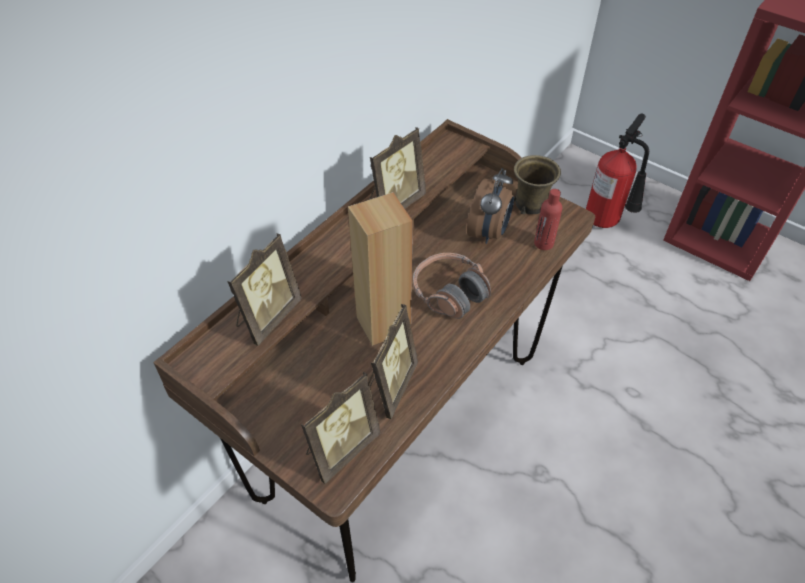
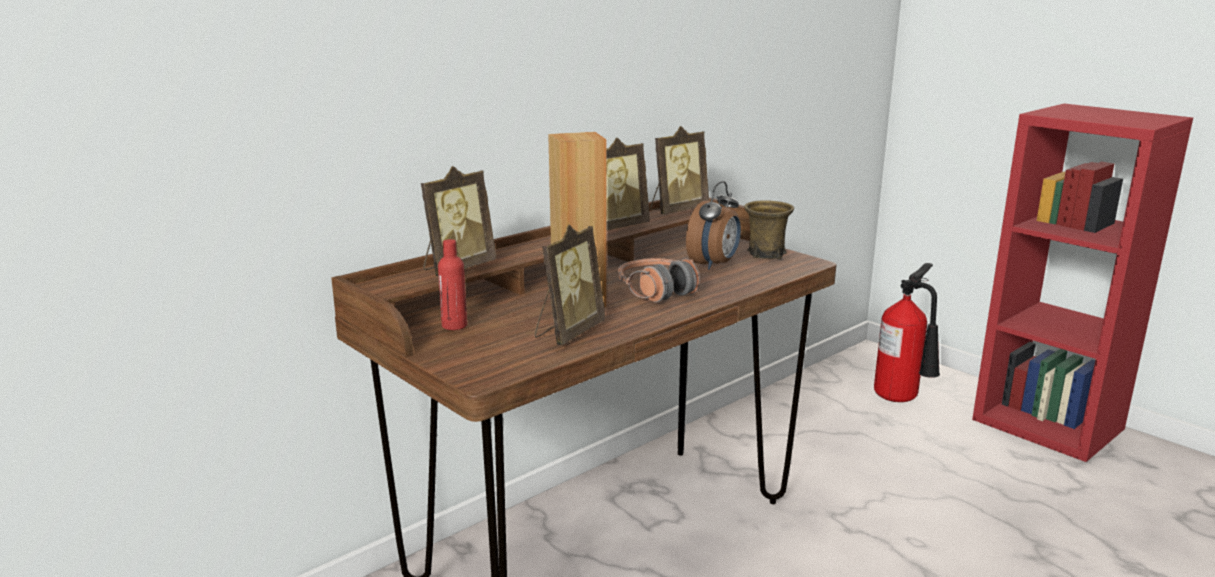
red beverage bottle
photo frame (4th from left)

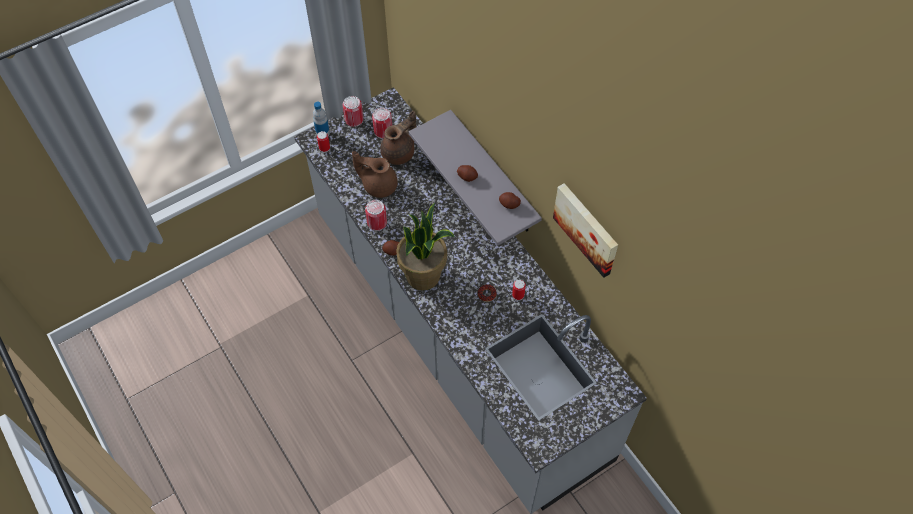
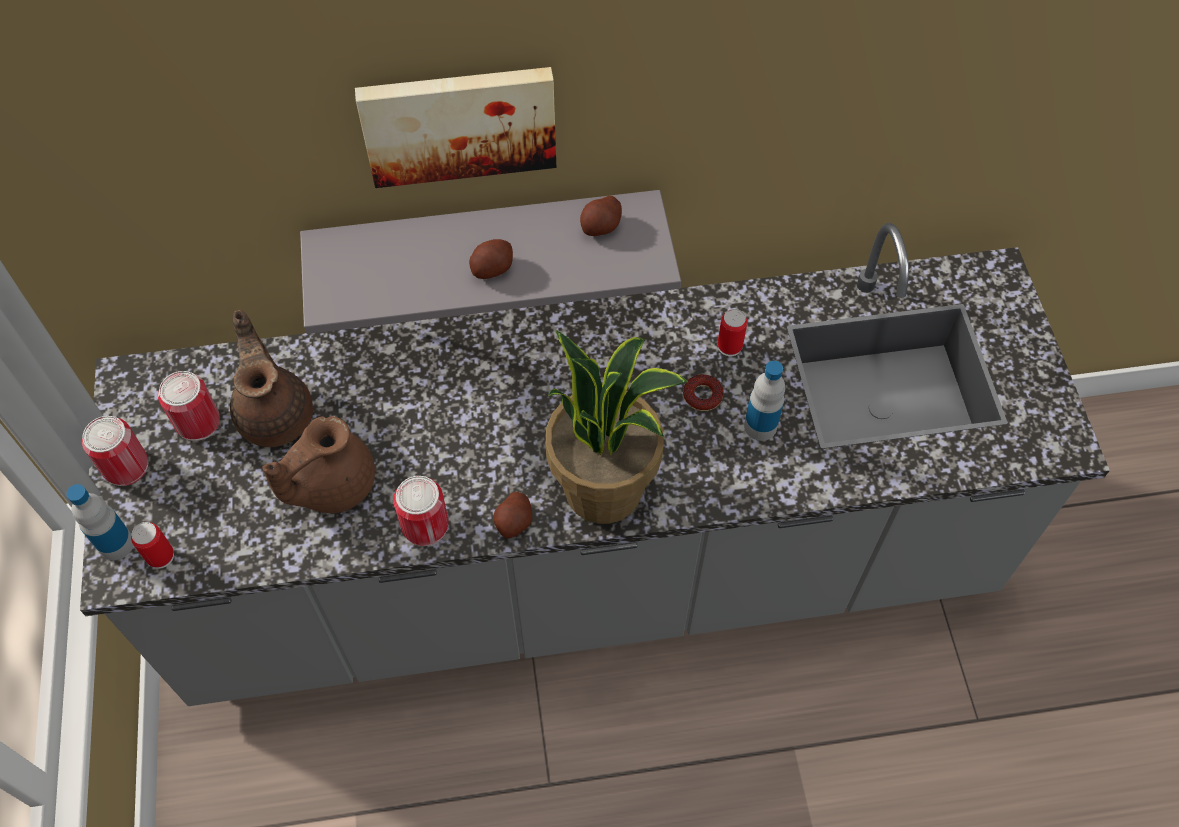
wall art
beverage bottle (2nd from left)

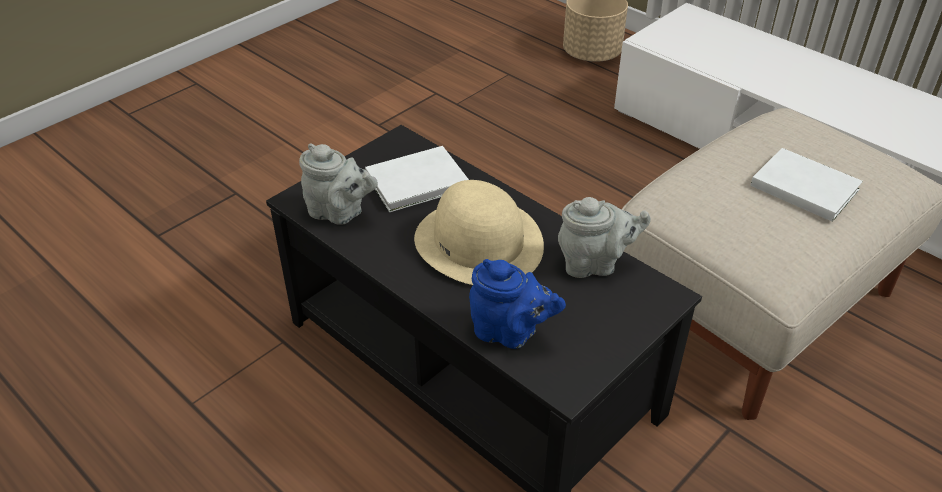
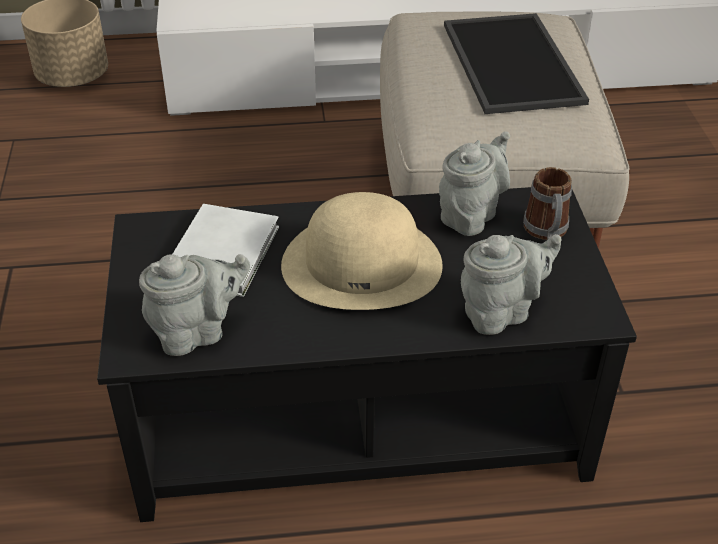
serving tray
greyish tea pot (3rd from left)
coffee mug

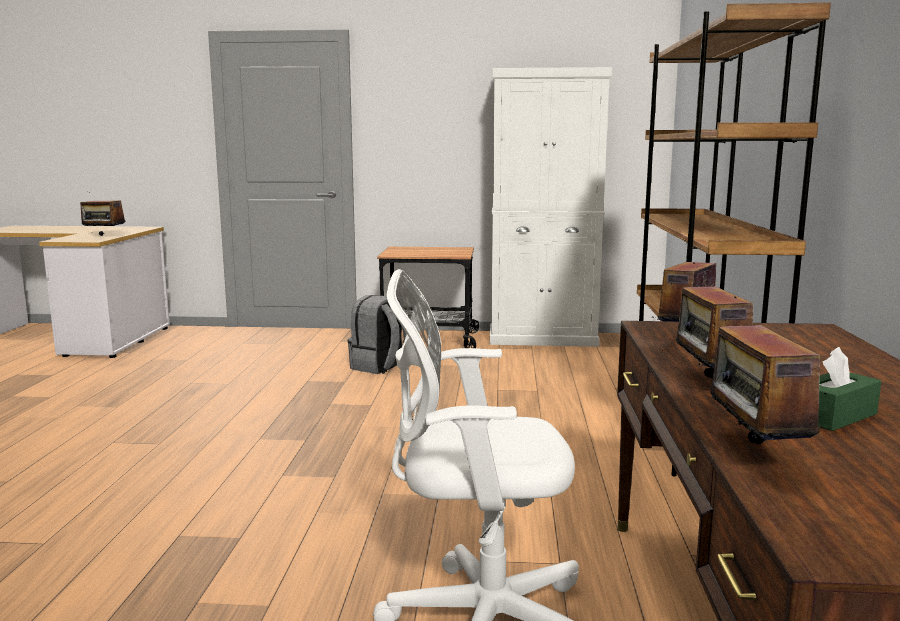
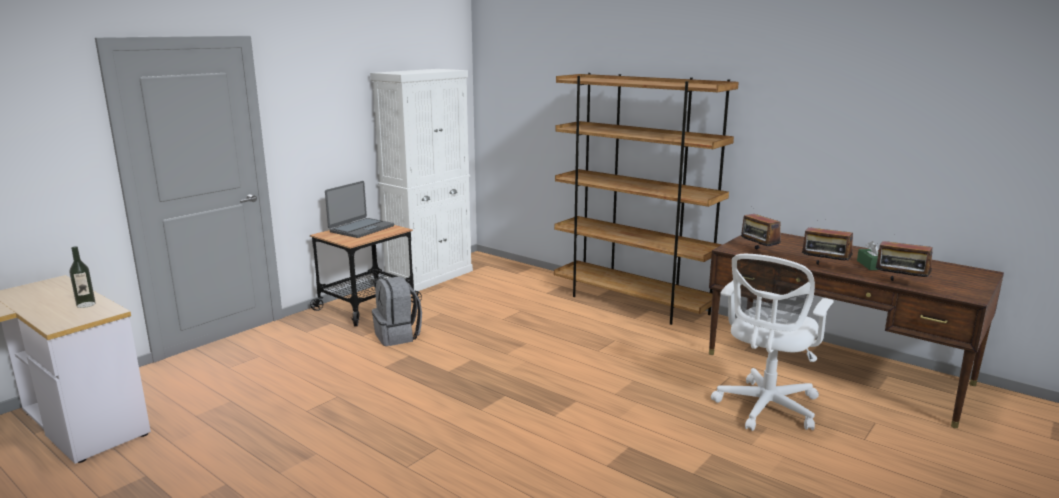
beverage bottle
portable computer

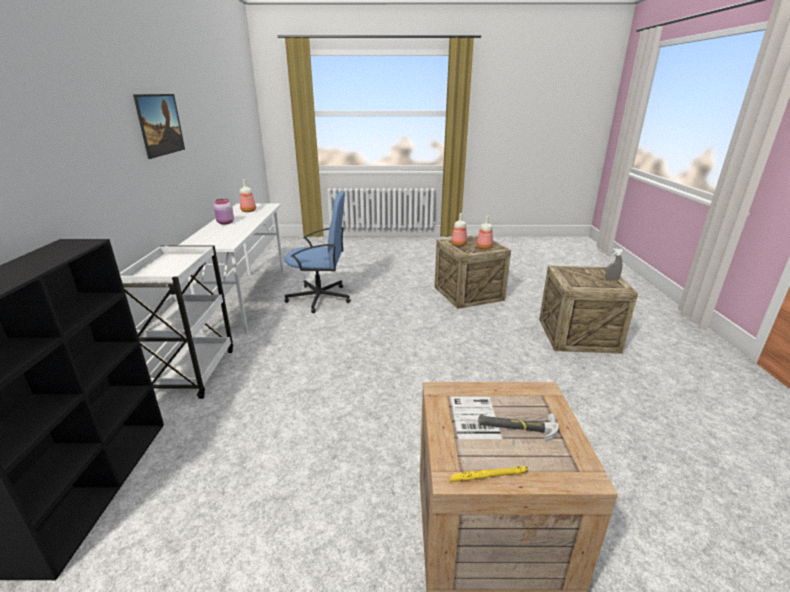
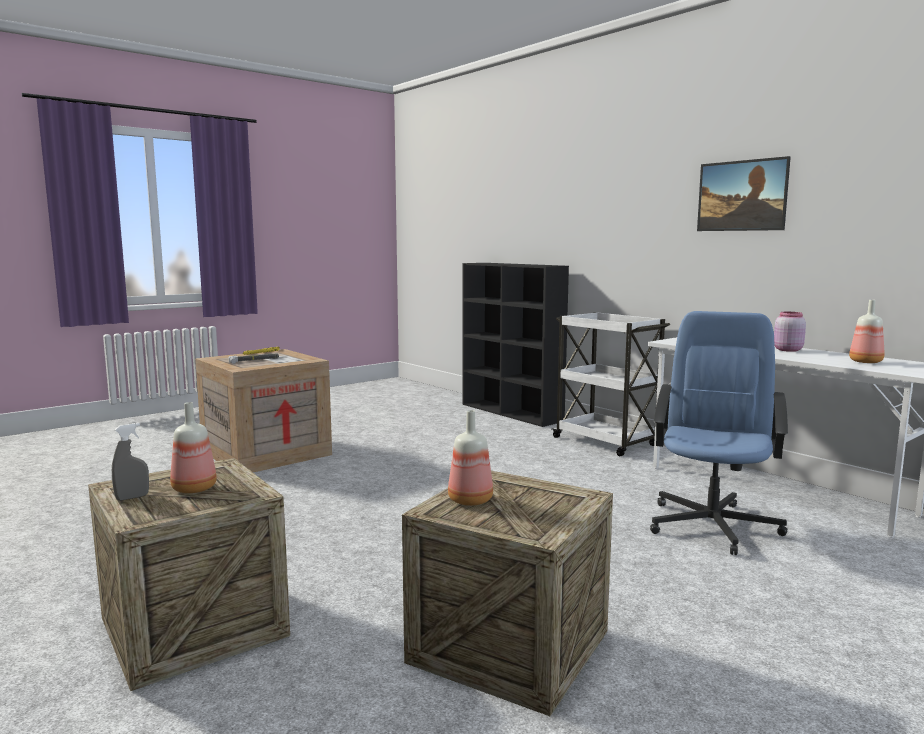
bluish office chair
beverage bottle (1st from left)

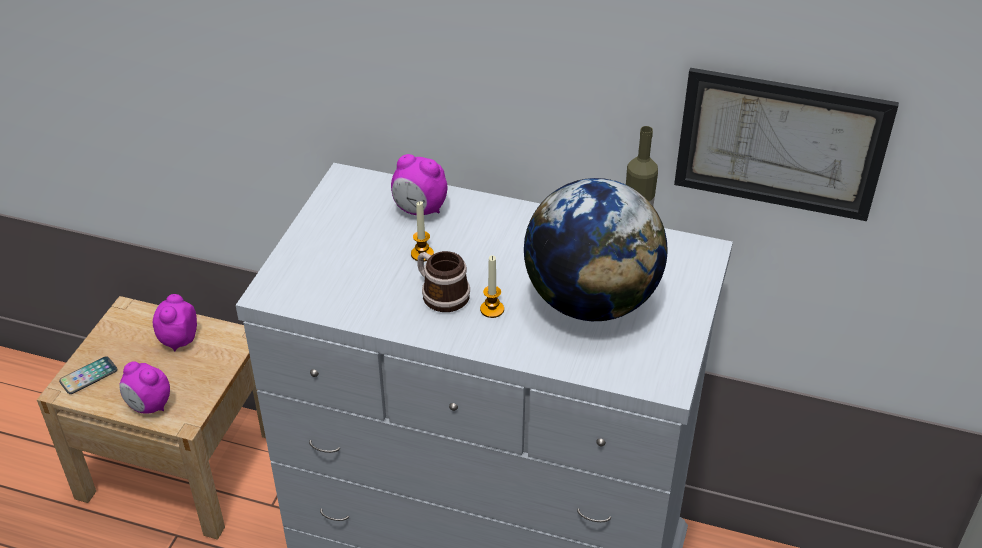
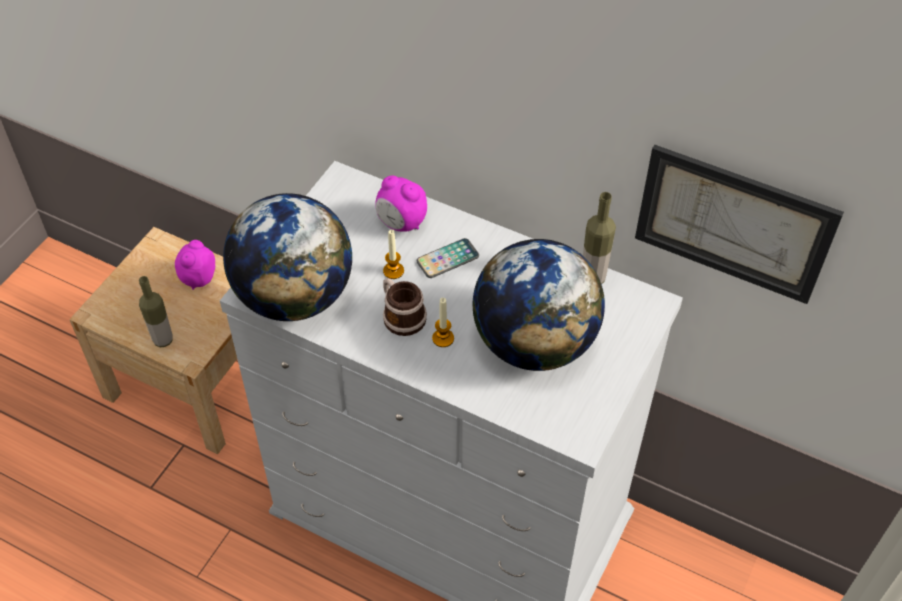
handset
beverage bottle (1st from left)
globe (1st from left)

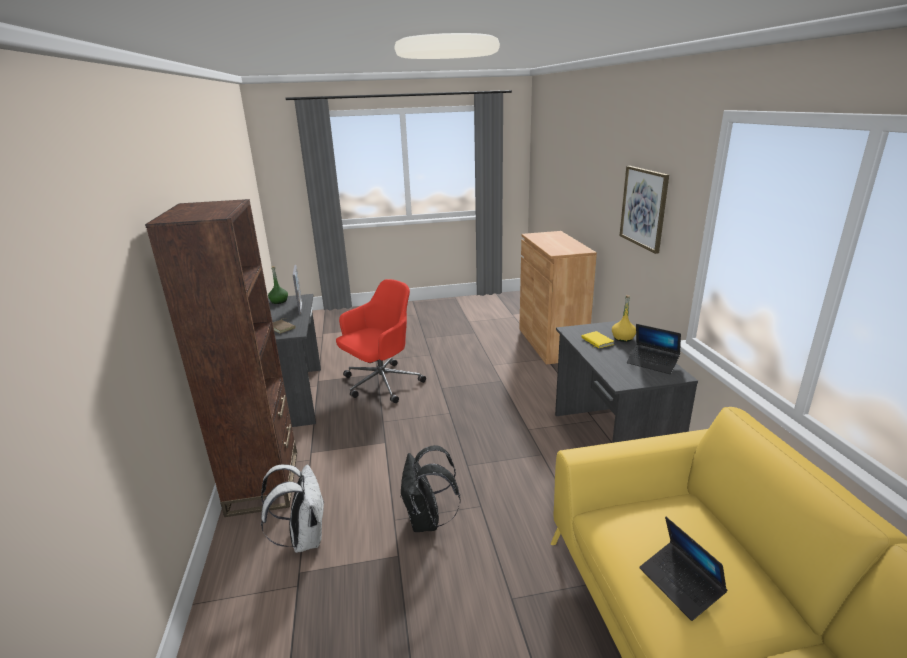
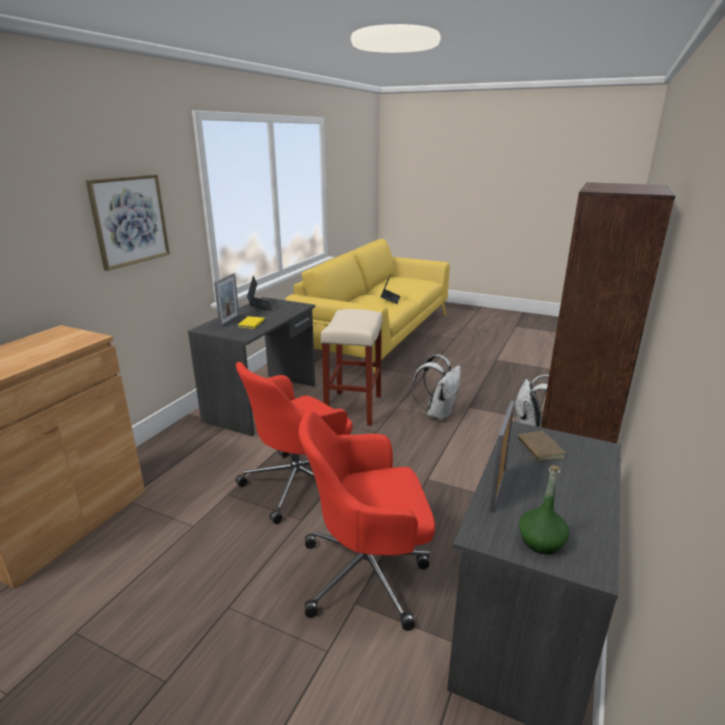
photo frame (1st from left)
white knapsack (1st from left)
sand-coloured stool seat
red office chair (1st from left)

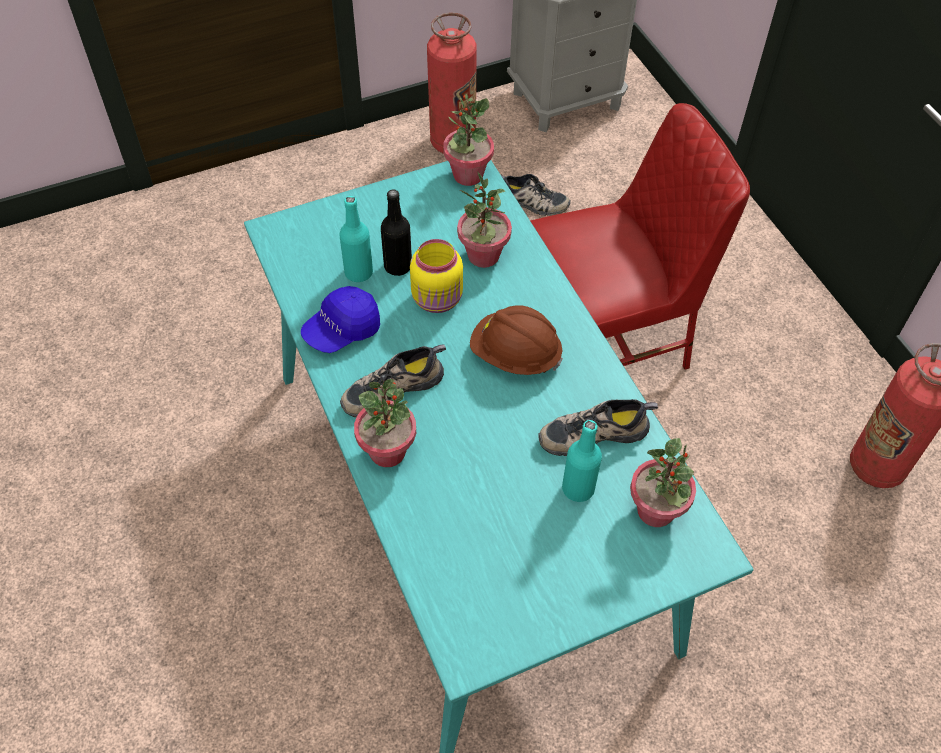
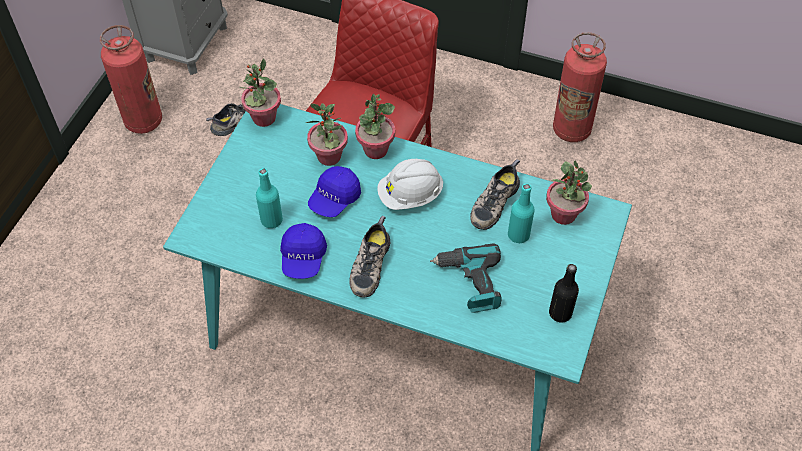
black-coloured beverage bottle
bluish cap (2nd from left)
white work helmet
plant in a pot (3rd from left)
power drill

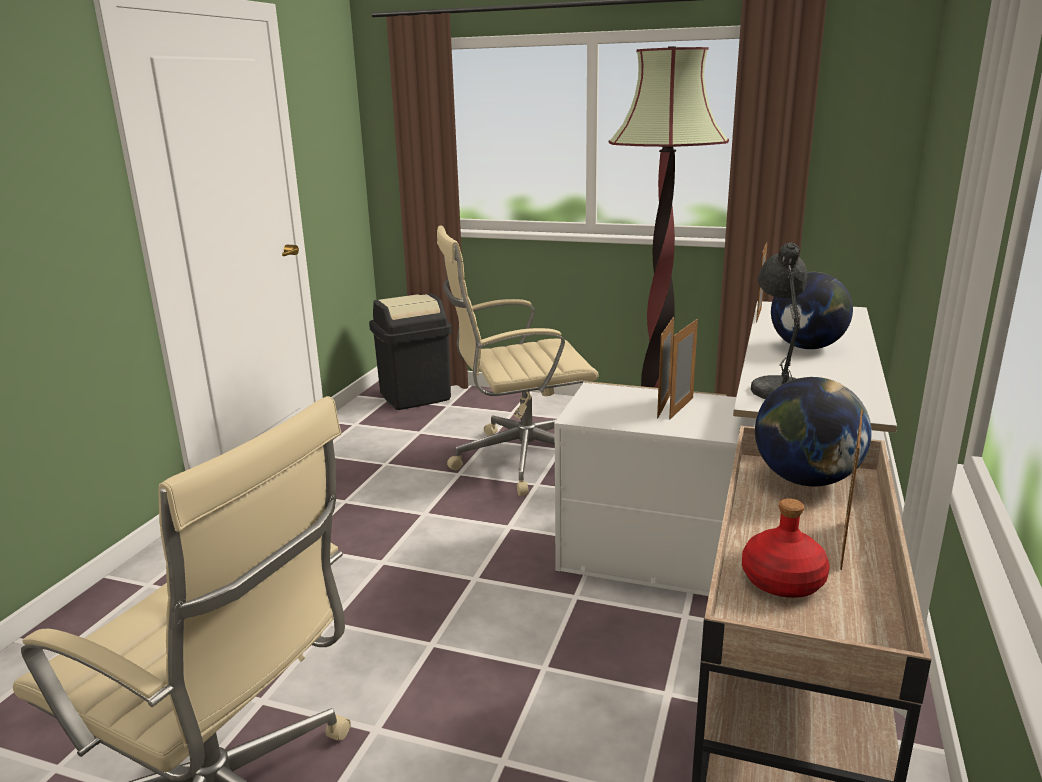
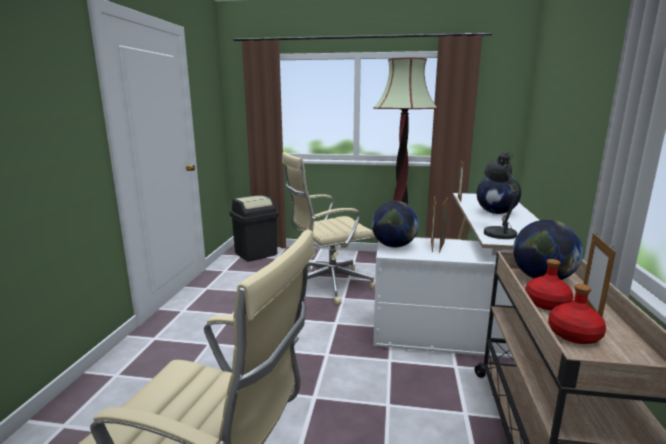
globe (1st from left)
red beverage bottle (1st from left)

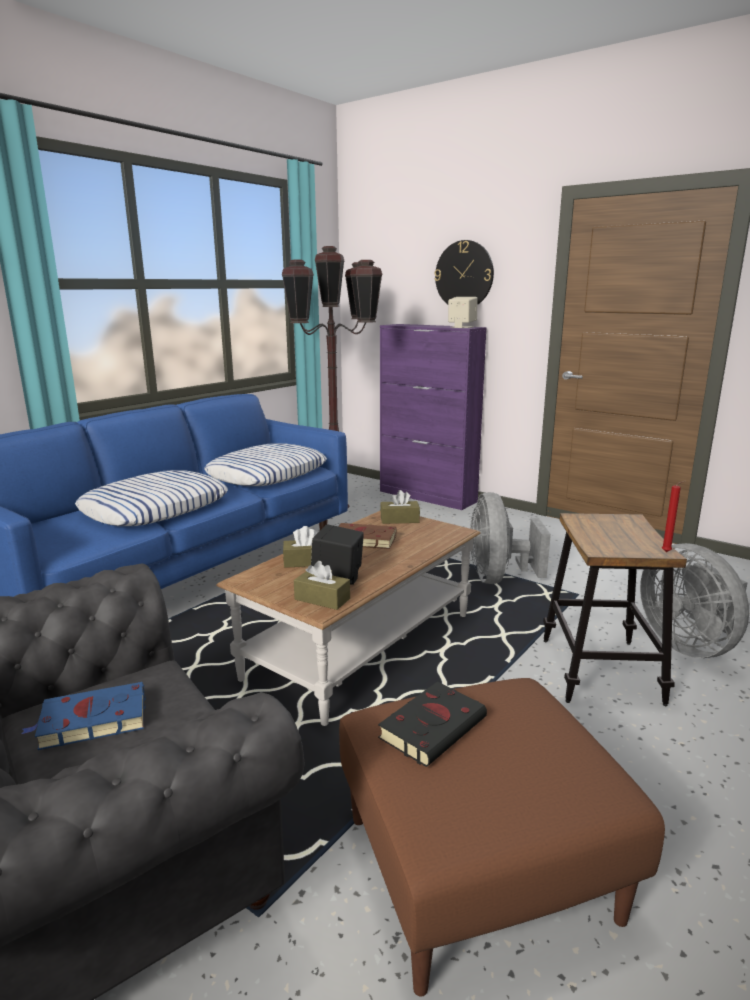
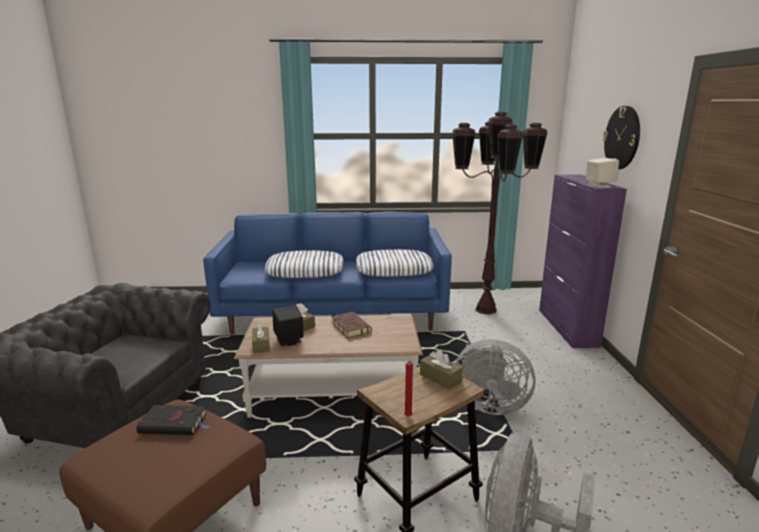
brownish tissue holder (3rd from left)
greyish electric fan (1st from left)
bluish volume

